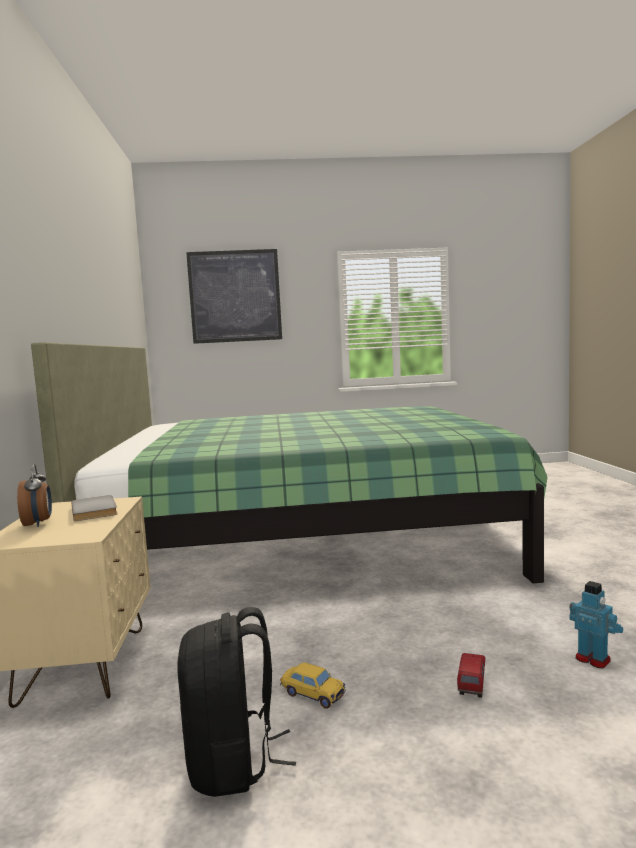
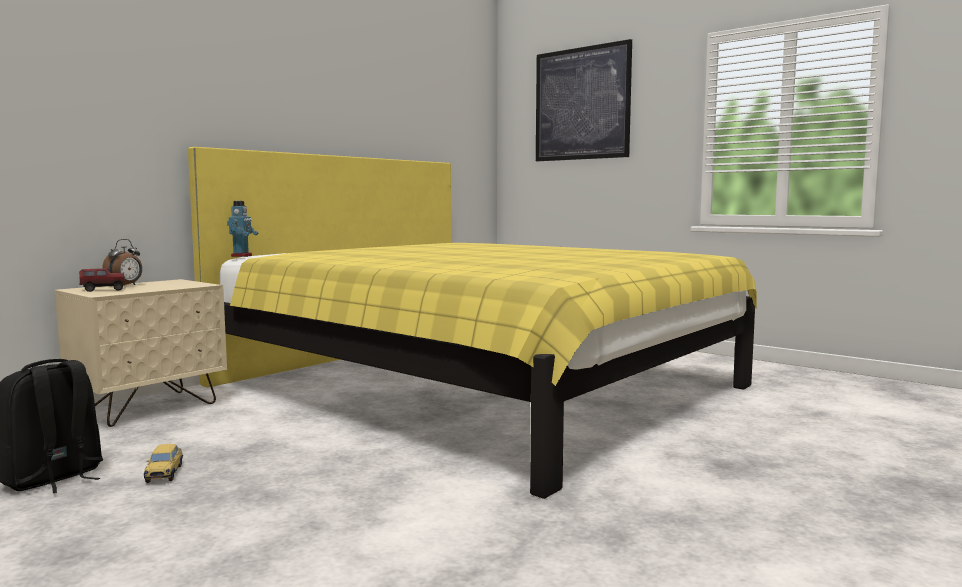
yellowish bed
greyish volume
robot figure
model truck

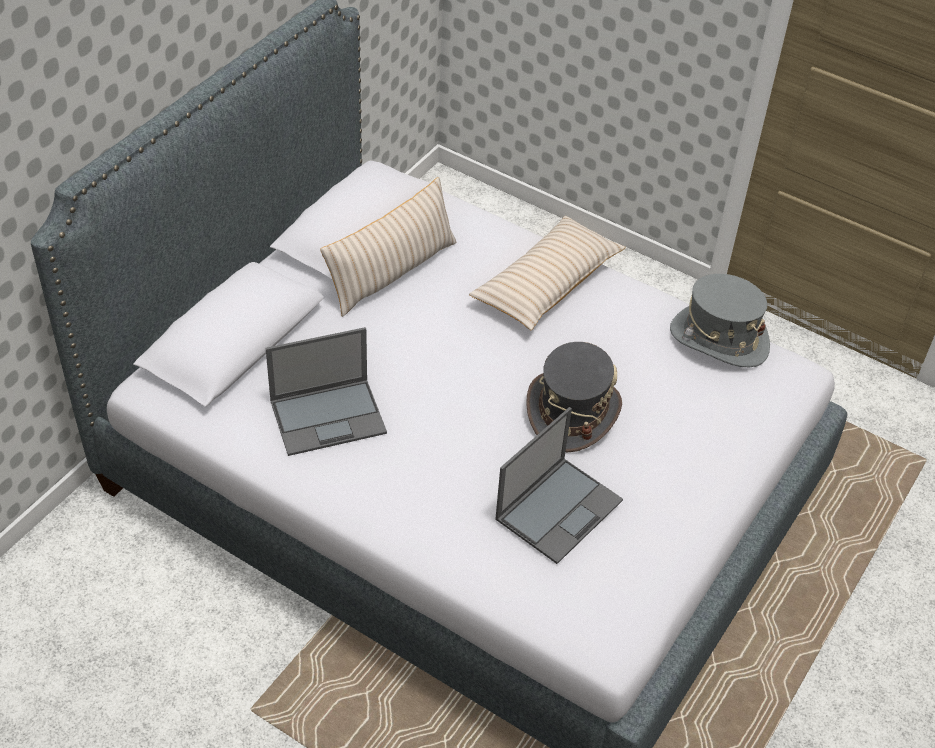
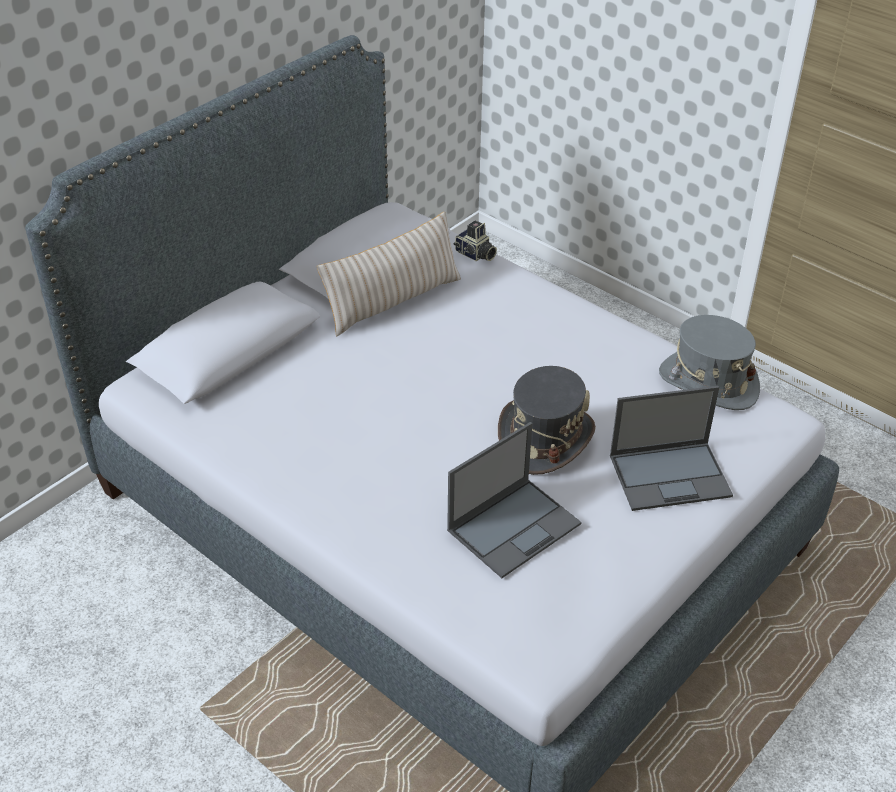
sand-coloured pillow (2nd from left in the first image)
portable computer (2nd from left)
still camera

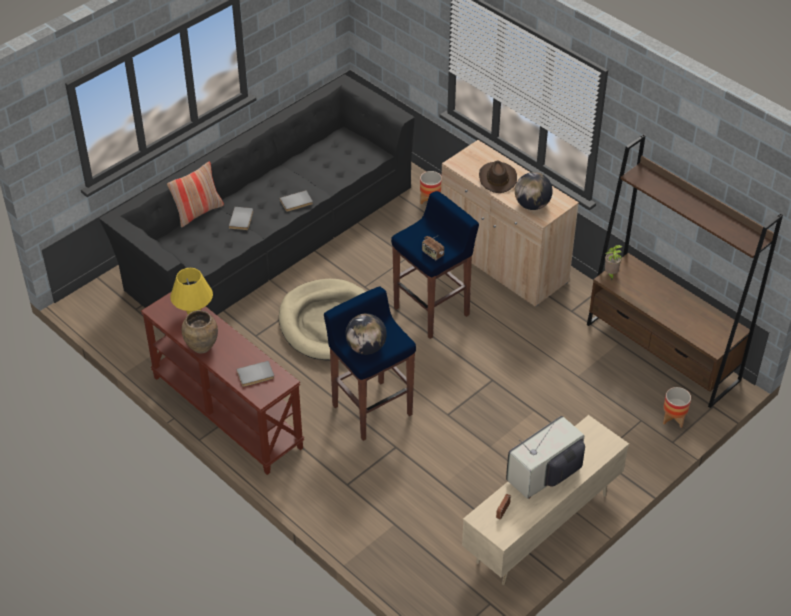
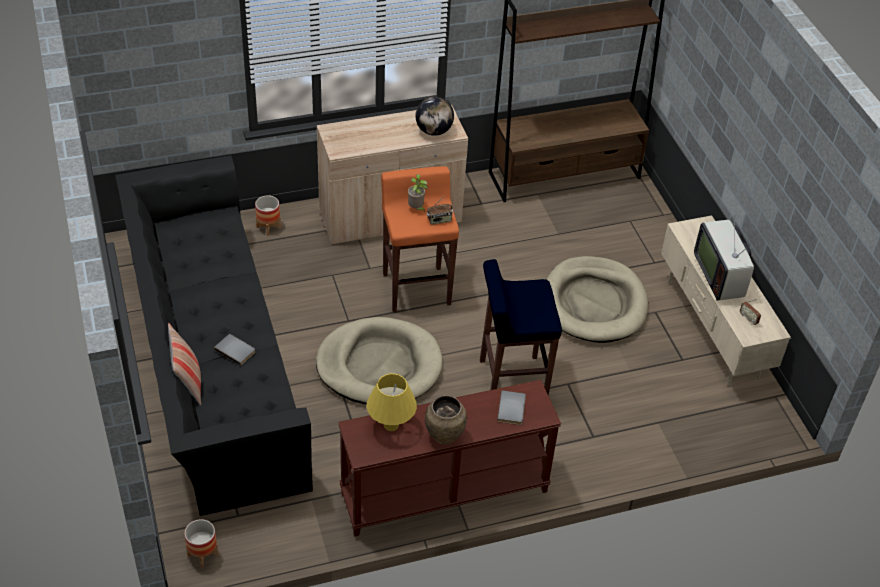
brownish hat
greyish volume (3rd from left in the first image)
orange-coloured stool seat
plant in a pot
globe (1st from left in the first image)
flower pot (1st from left)
sand-coloured dog cushion (2nd from left)

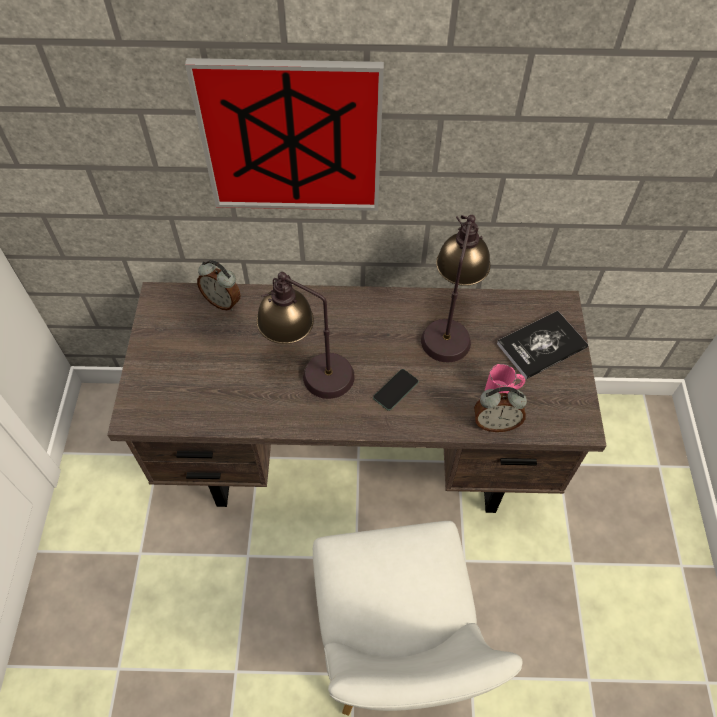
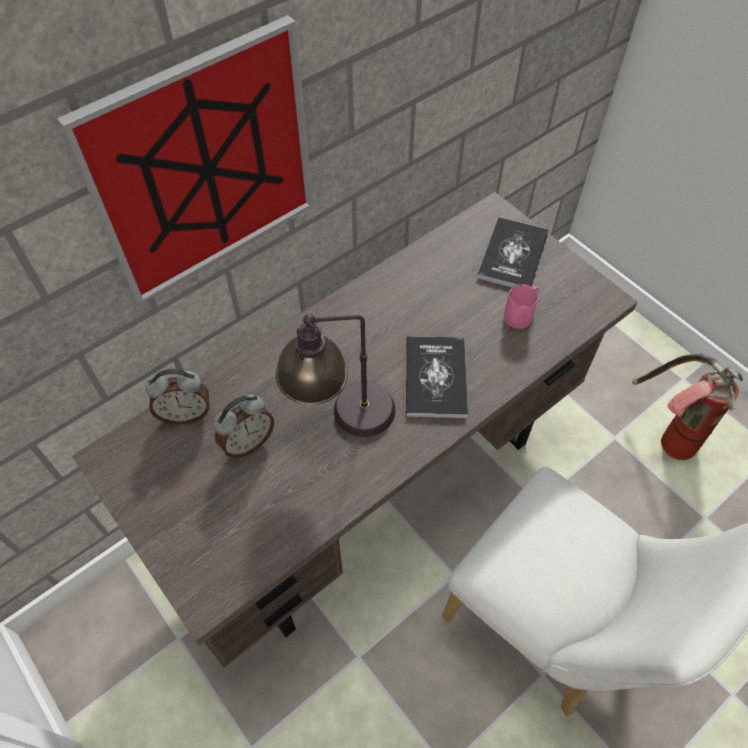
lamp for a table (2nd from left in the first image)
volume (1st from left)
bedside clock (2nd from left)
extinguisher

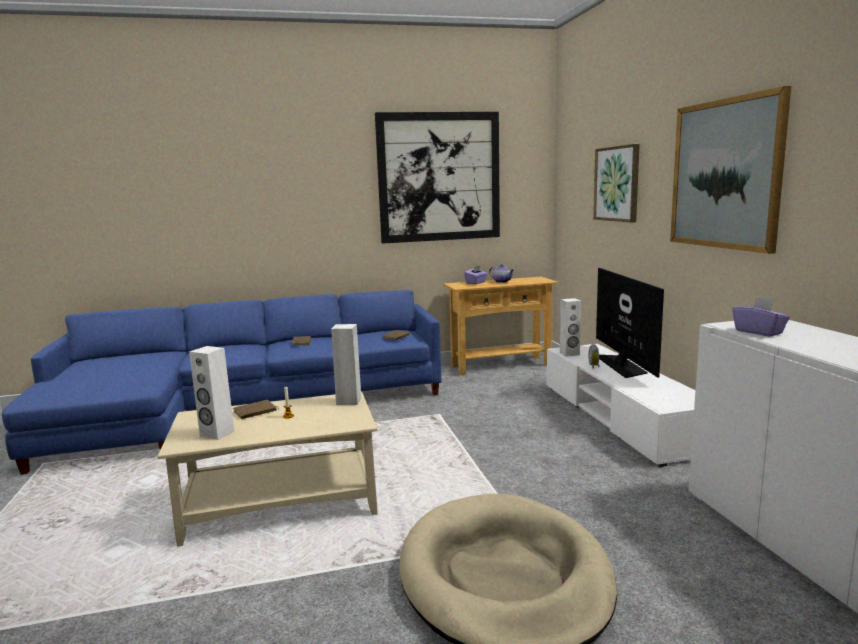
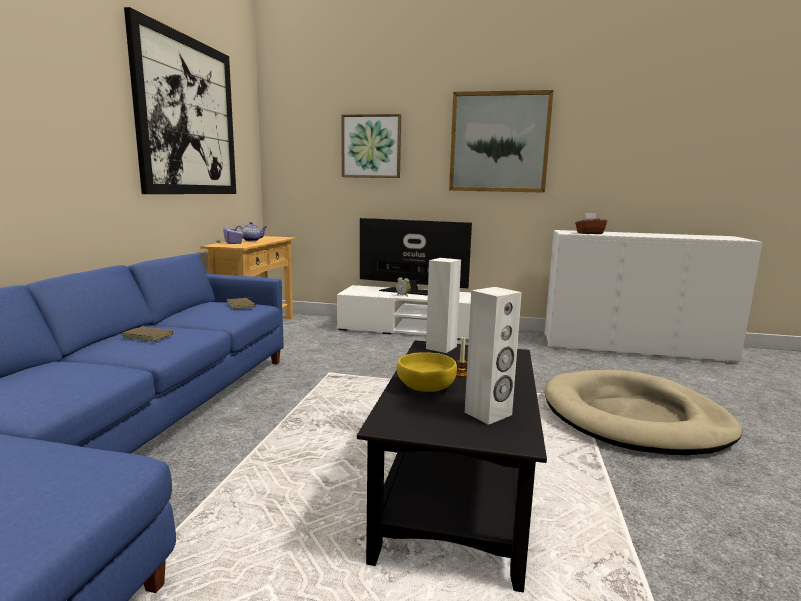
brownish tissue holder
white speaker (3rd from left in the first image)
black-coloured low table
yellowish bowl

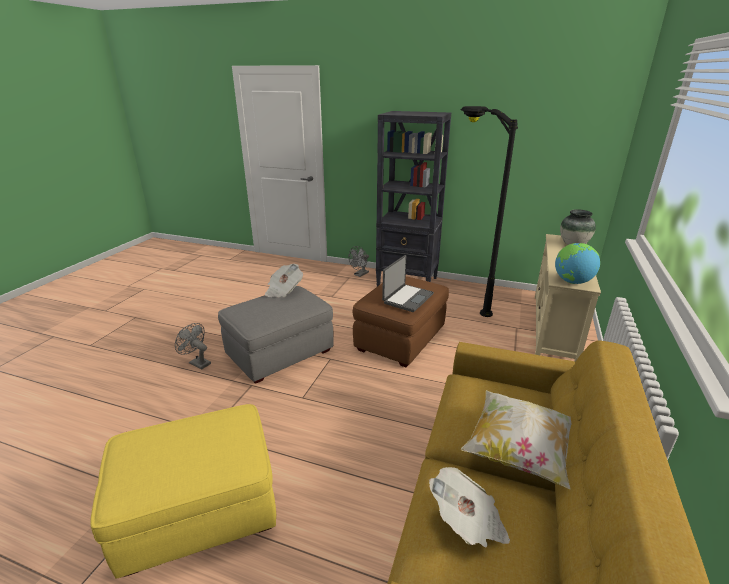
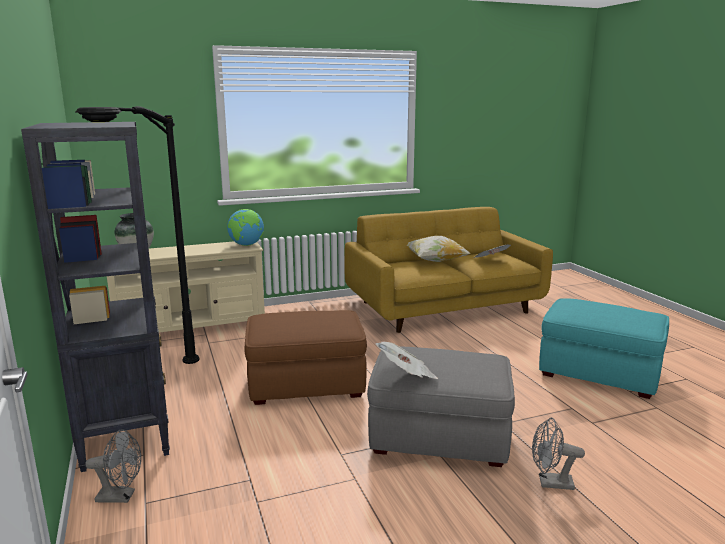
portable computer
greyish electric fan (2nd from left)
blue-green ottoman

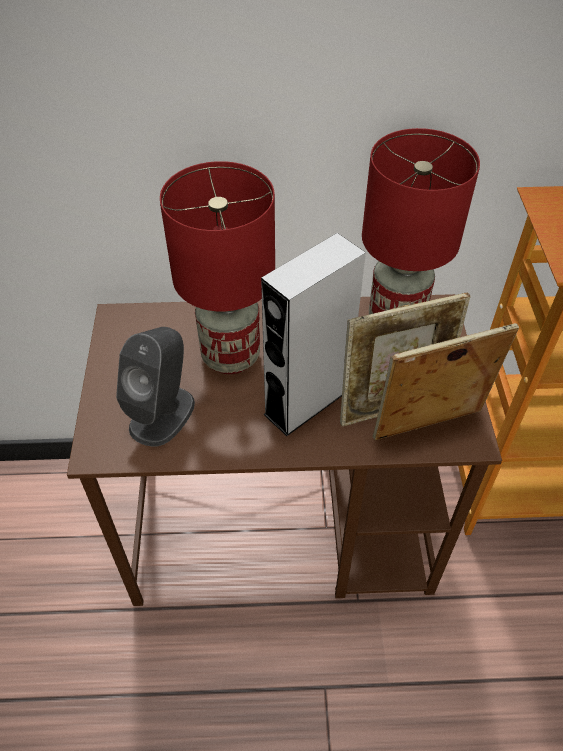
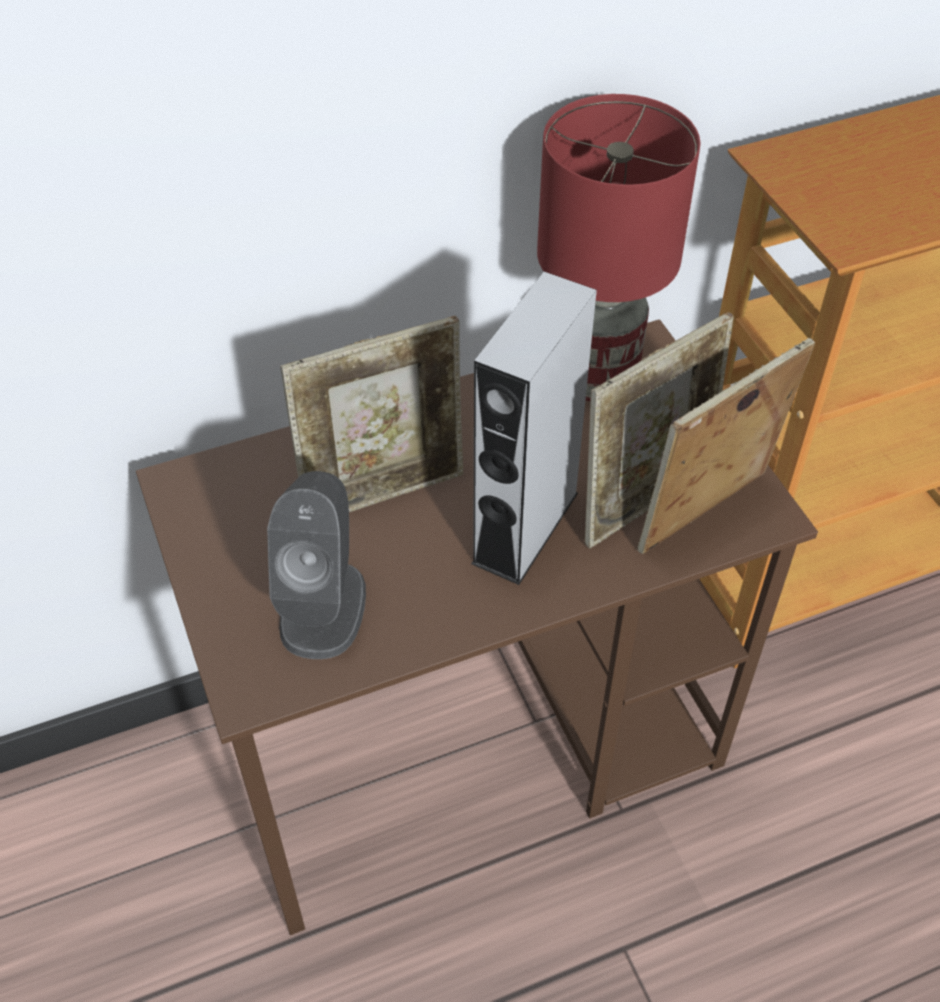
photo frame (1st from left)

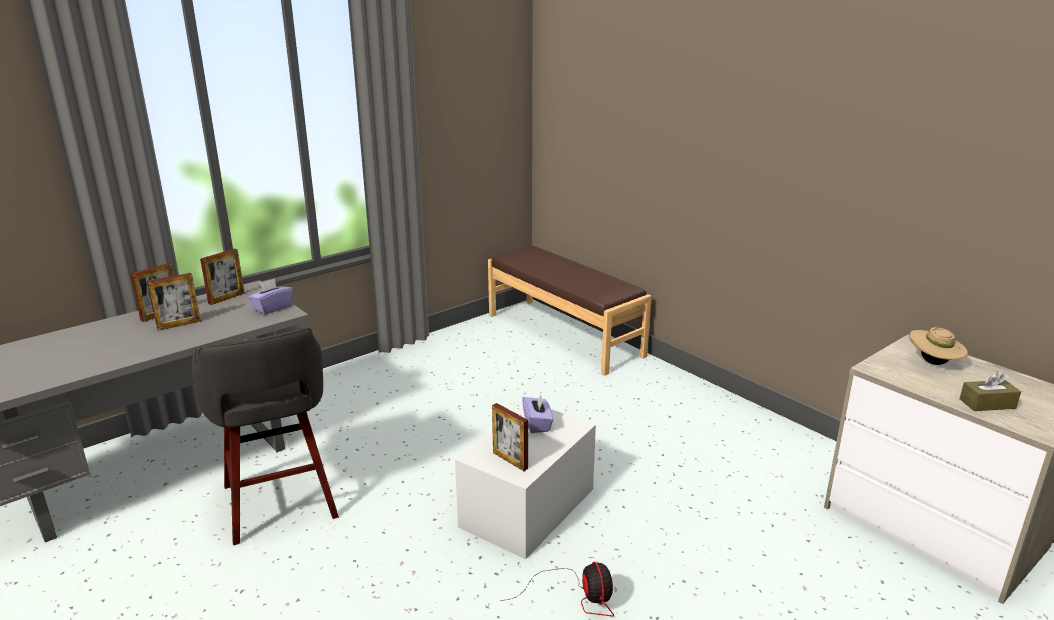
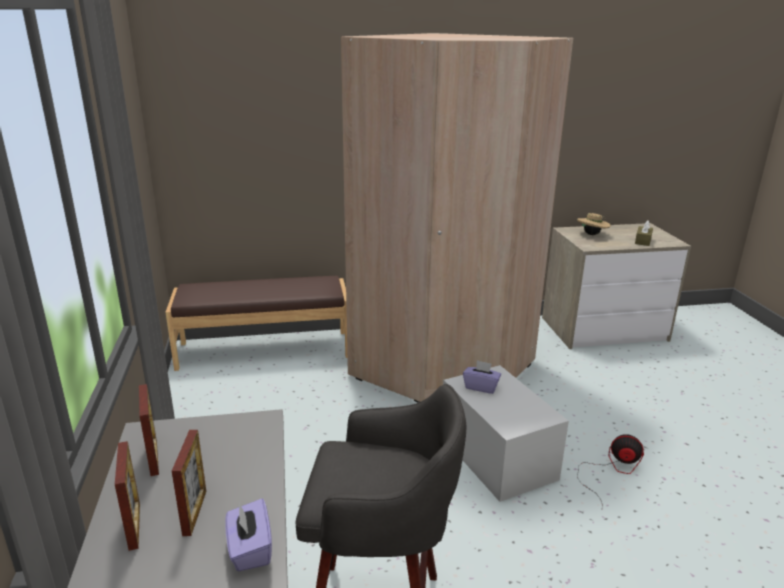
purplish tissue holder (1st from left)
photo frame (4th from left in the first image)
sand-coloured clothes cupboard

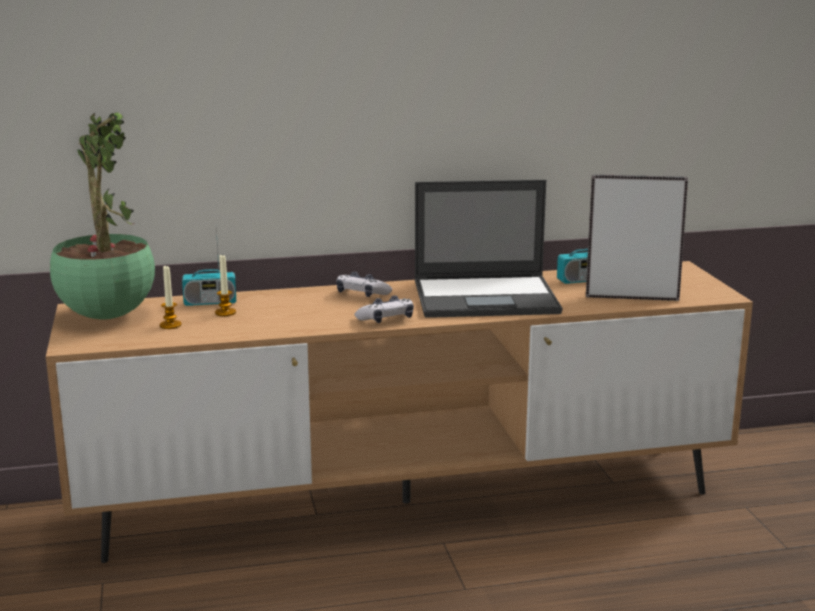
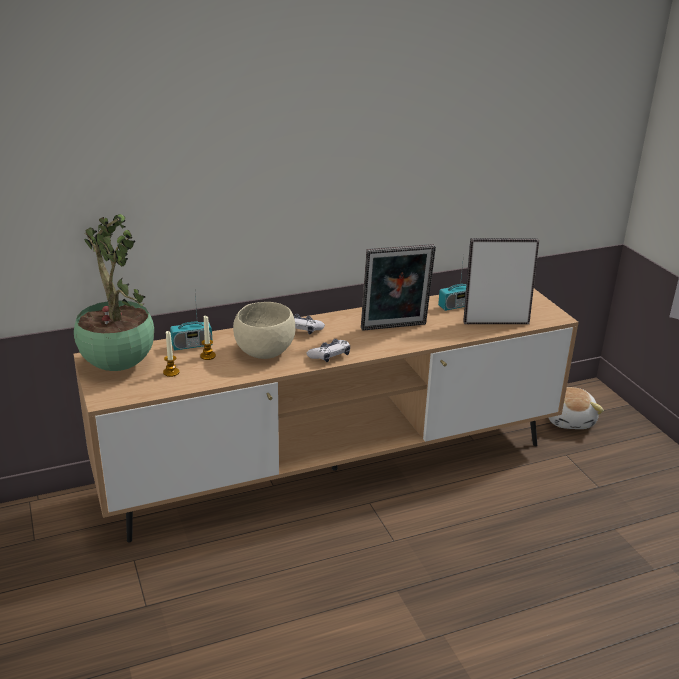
photo frame (1st from left)
sand-coloured bowl
cuddly toy

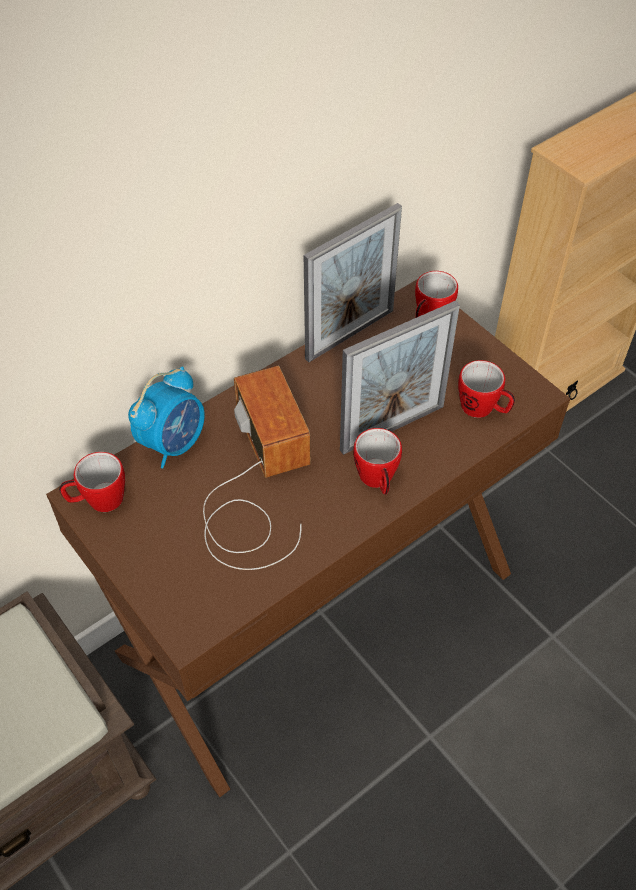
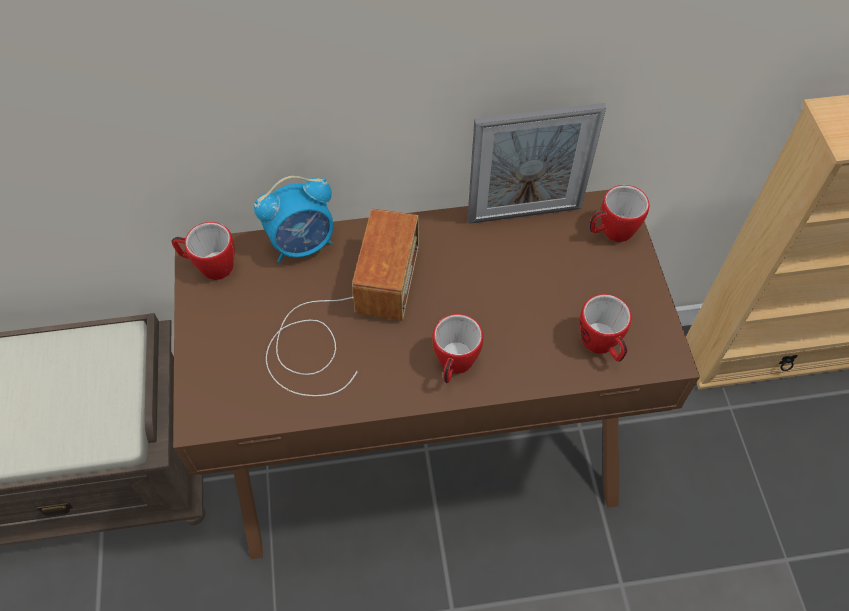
photo frame (2nd from left in the first image)

